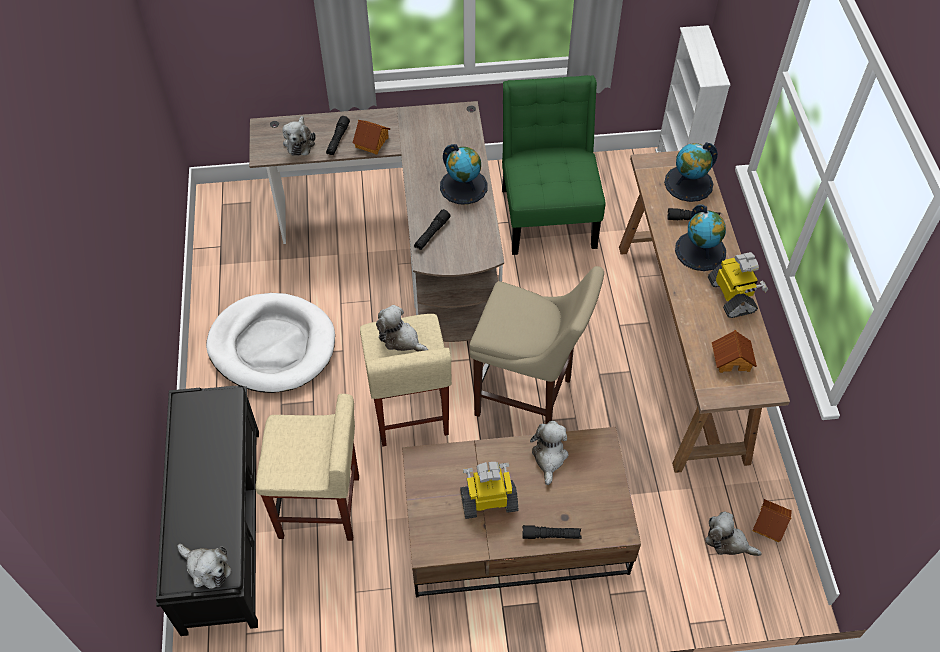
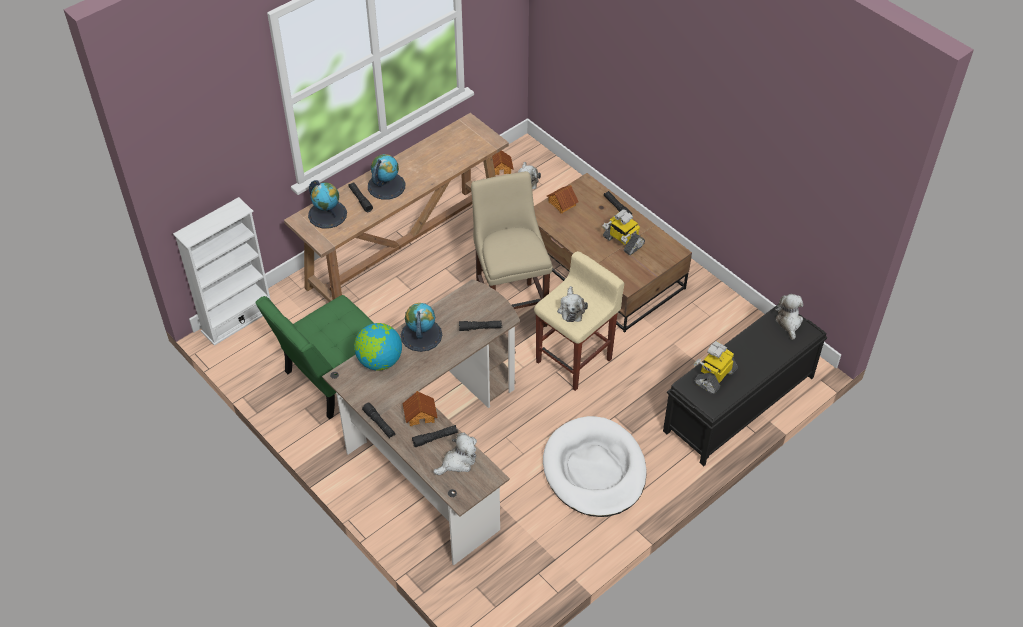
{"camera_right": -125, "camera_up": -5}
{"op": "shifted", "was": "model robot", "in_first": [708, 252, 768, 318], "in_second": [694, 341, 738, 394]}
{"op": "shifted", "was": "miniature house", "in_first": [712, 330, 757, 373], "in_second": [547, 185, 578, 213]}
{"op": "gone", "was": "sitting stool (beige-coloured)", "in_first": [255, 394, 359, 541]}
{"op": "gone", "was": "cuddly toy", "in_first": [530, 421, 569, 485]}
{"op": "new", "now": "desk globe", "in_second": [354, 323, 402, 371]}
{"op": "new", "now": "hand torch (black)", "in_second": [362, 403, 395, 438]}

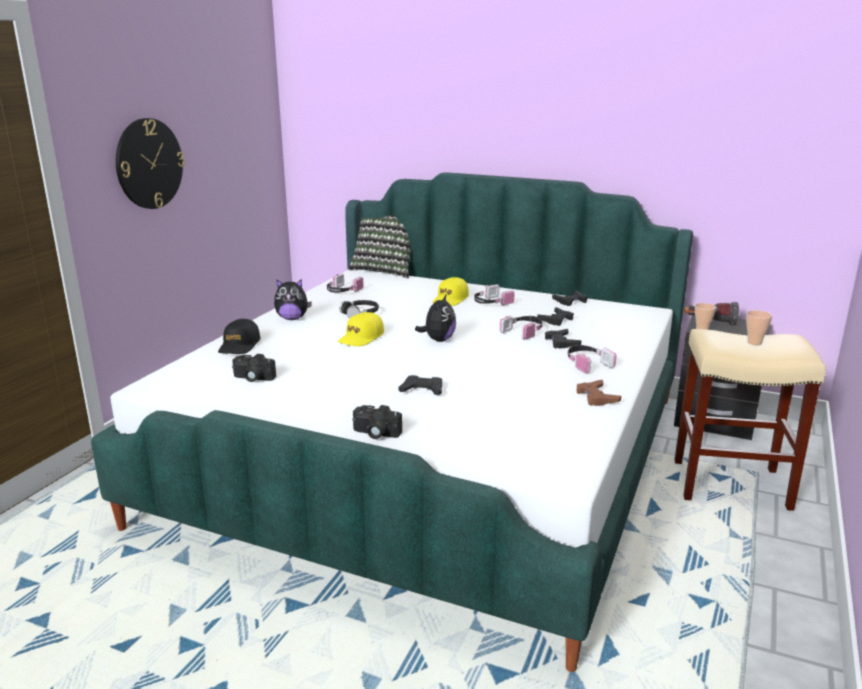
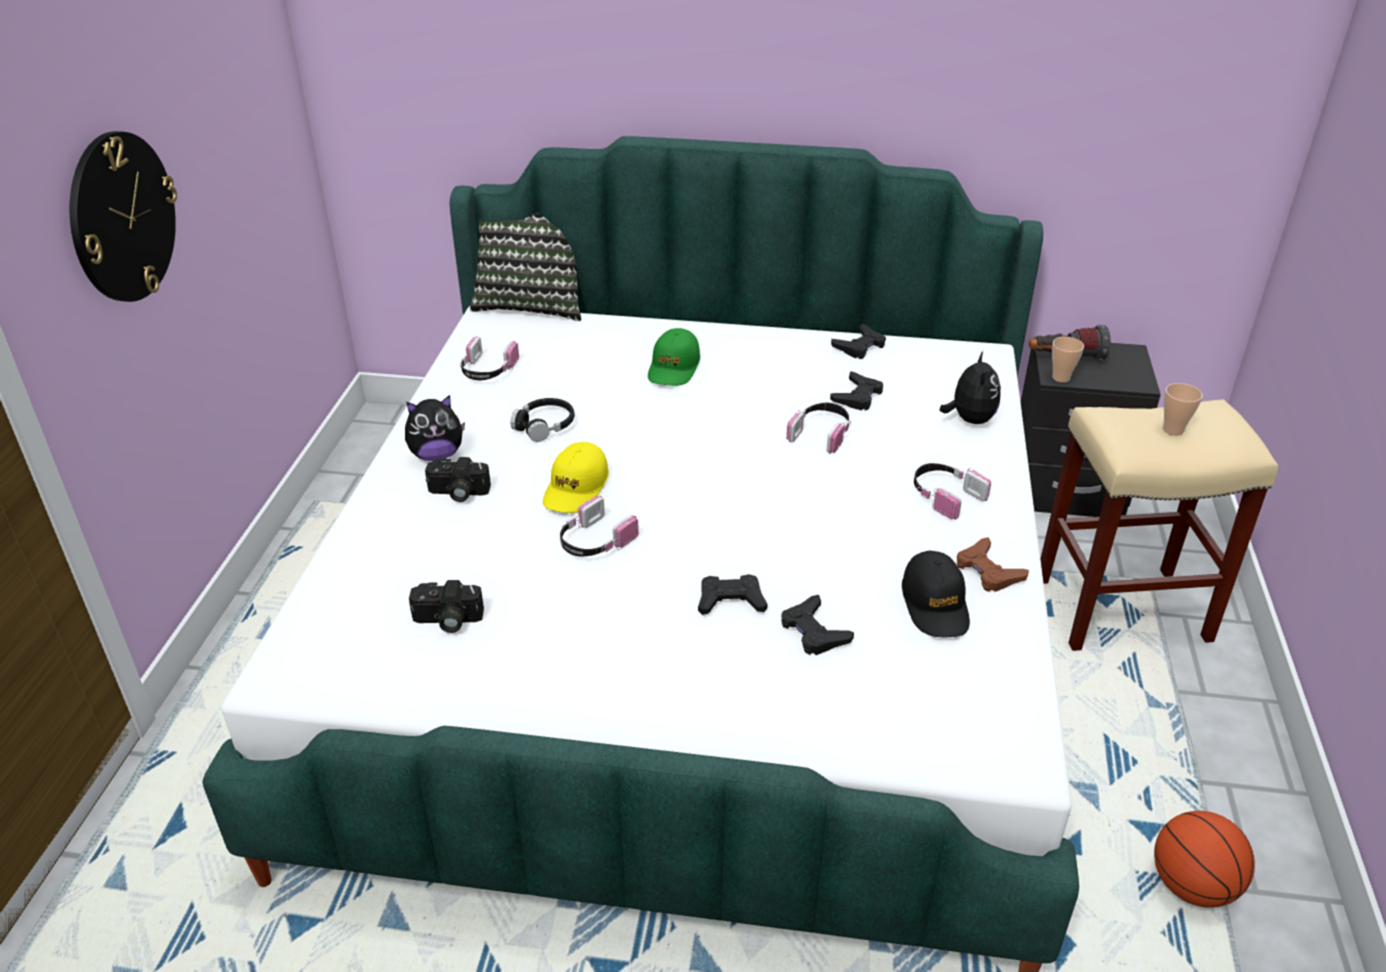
{"camera_right": -15, "camera_up": 15}
{"op": "repainted", "was": "peaked cap (yellow)", "now": "peaked cap (green-coloured)", "in_first": [432, 277, 469, 306], "in_second": [648, 328, 700, 386]}
{"op": "shifted", "was": "headphones", "in_first": [474, 284, 515, 306], "in_second": [560, 496, 639, 556]}
{"op": "shifted", "was": "cuddly toy", "in_first": [415, 294, 456, 342], "in_second": [939, 351, 1001, 424]}
{"op": "shifted", "was": "peaked cap (black)", "in_first": [218, 319, 260, 354], "in_second": [902, 550, 970, 637]}
{"op": "shifted", "was": "game controller (black)", "in_first": [545, 329, 581, 349], "in_second": [781, 595, 854, 655]}
{"op": "shifted", "was": "photo camera", "in_first": [352, 405, 402, 439], "in_second": [425, 457, 491, 502]}
{"op": "new", "now": "ball for basketball", "in_second": [1154, 811, 1255, 907]}

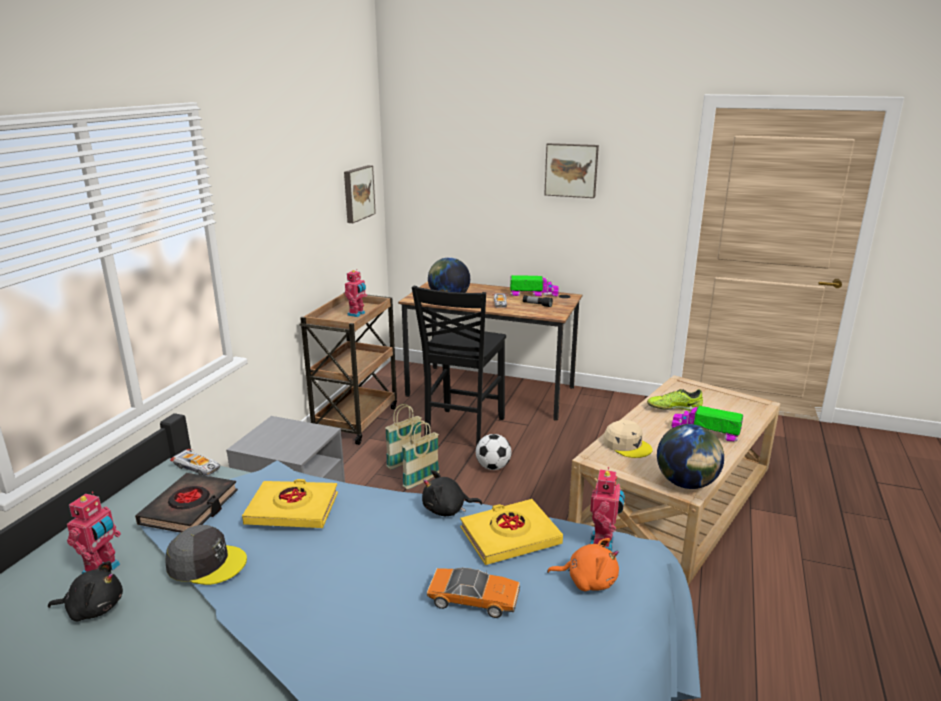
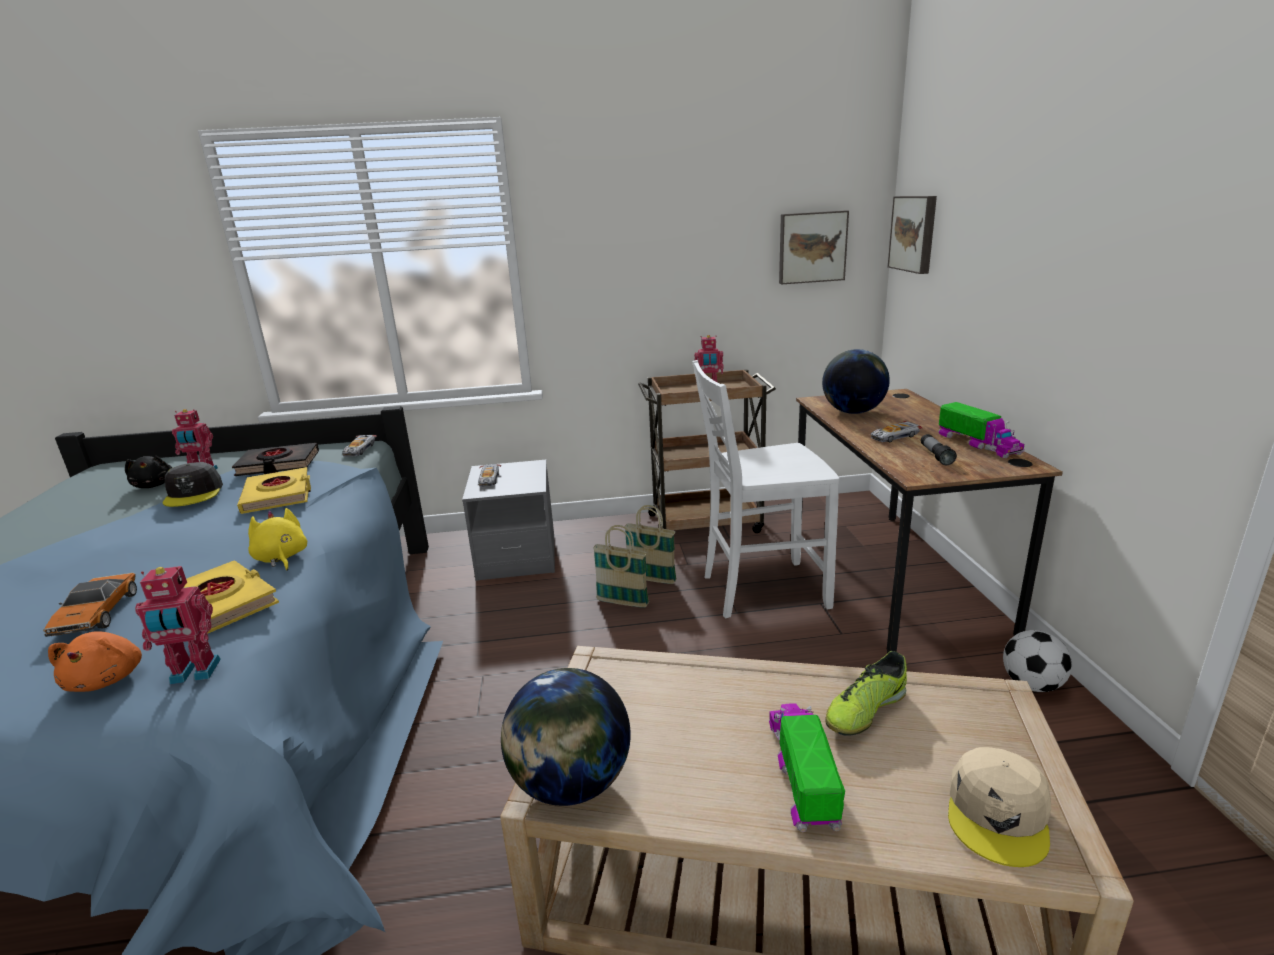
{"camera_right": 65, "camera_up": 0}
{"op": "shifted", "was": "wall art", "in_first": [544, 143, 599, 198], "in_second": [888, 196, 937, 274]}
{"op": "repainted", "was": "plain chair (black)", "now": "plain chair (whitish)", "in_first": [412, 286, 506, 446], "in_second": [693, 360, 839, 618]}
{"op": "rotated", "was": "shoe", "in_first": [647, 389, 703, 411], "in_second": [825, 651, 907, 736], "clockwise": -105}
{"op": "shifted", "was": "peaked cap (beige-coloured)", "in_first": [603, 420, 653, 458], "in_second": [948, 747, 1051, 867]}
{"op": "shifted", "was": "football", "in_first": [476, 434, 512, 470], "in_second": [1003, 630, 1072, 692]}
{"op": "repainted", "was": "cuddly toy (black)", "now": "cuddly toy (yellow)", "in_first": [422, 470, 482, 516], "in_second": [248, 508, 307, 571]}
{"op": "new", "now": "model car", "in_second": [478, 464, 501, 487]}

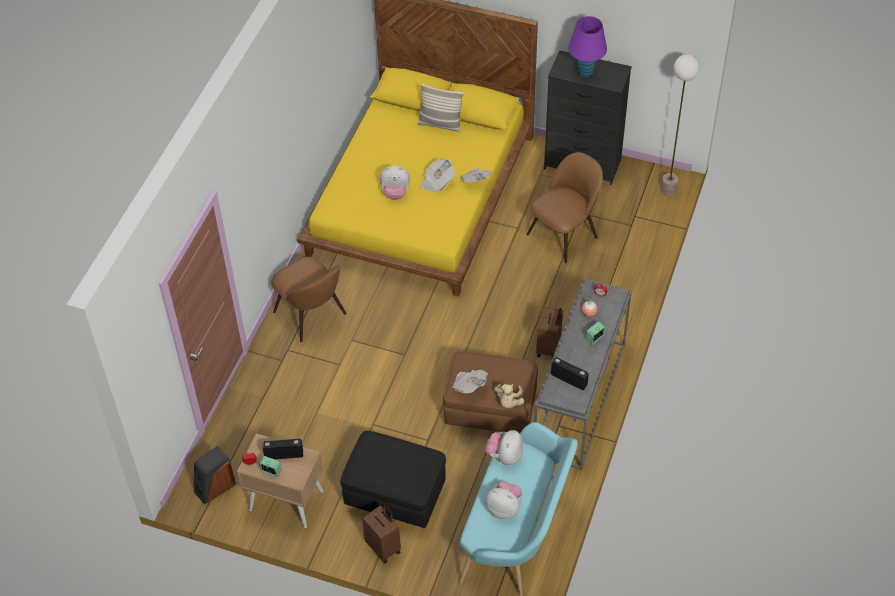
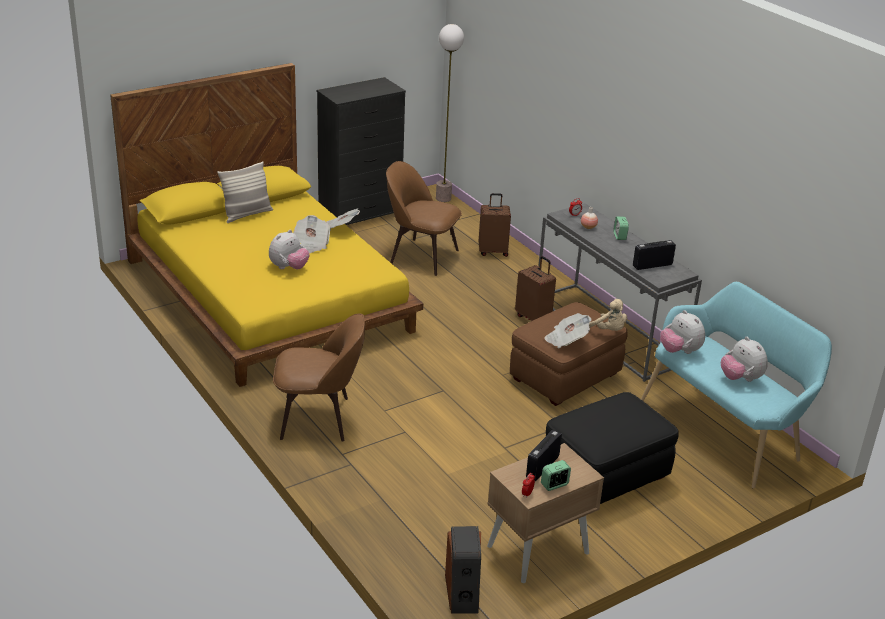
{"camera_right": -55, "camera_up": -20}
{"op": "gone", "was": "table lamp (purple)", "in_first": [568, 16, 607, 77]}
{"op": "rotated", "was": "plain chair (brownish)", "in_first": [526, 152, 603, 263], "in_second": [386, 161, 462, 276], "clockwise": -60}
{"op": "rotated", "was": "cuddly toy", "in_first": [485, 481, 522, 519], "in_second": [721, 337, 768, 382], "clockwise": -90}
{"op": "shifted", "was": "piece of luggage (brownish)", "in_first": [362, 504, 401, 564], "in_second": [479, 193, 511, 257]}

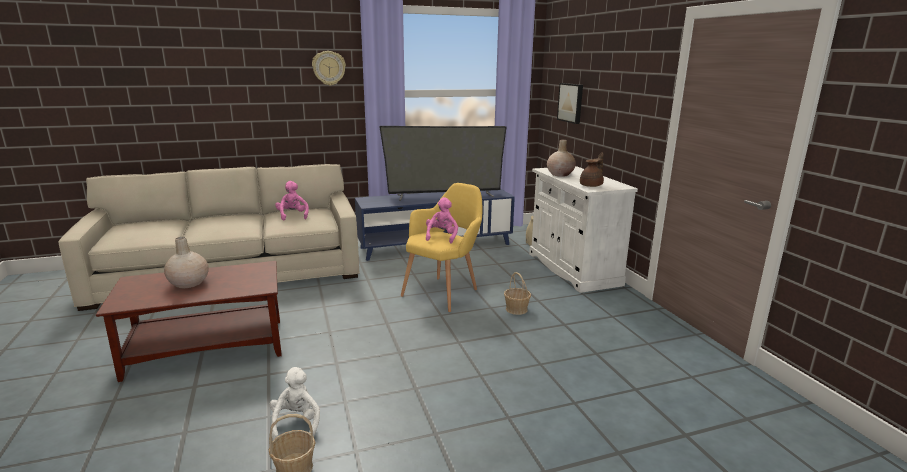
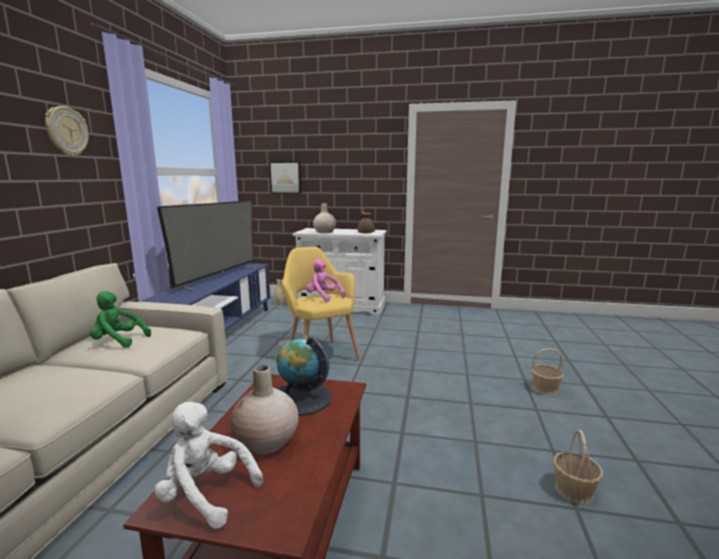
{"camera_right": -60, "camera_up": -5}
{"op": "repainted", "was": "cuddly toy (pink-coloured)", "now": "cuddly toy (green-coloured)", "in_first": [275, 181, 309, 220], "in_second": [90, 291, 151, 348]}
{"op": "shifted", "was": "basket", "in_first": [504, 272, 531, 315], "in_second": [531, 348, 564, 395]}
{"op": "shifted", "was": "cuddly toy (whitish)", "in_first": [269, 367, 320, 441], "in_second": [154, 402, 263, 529]}
{"op": "new", "now": "desk globe", "in_second": [276, 336, 332, 416]}

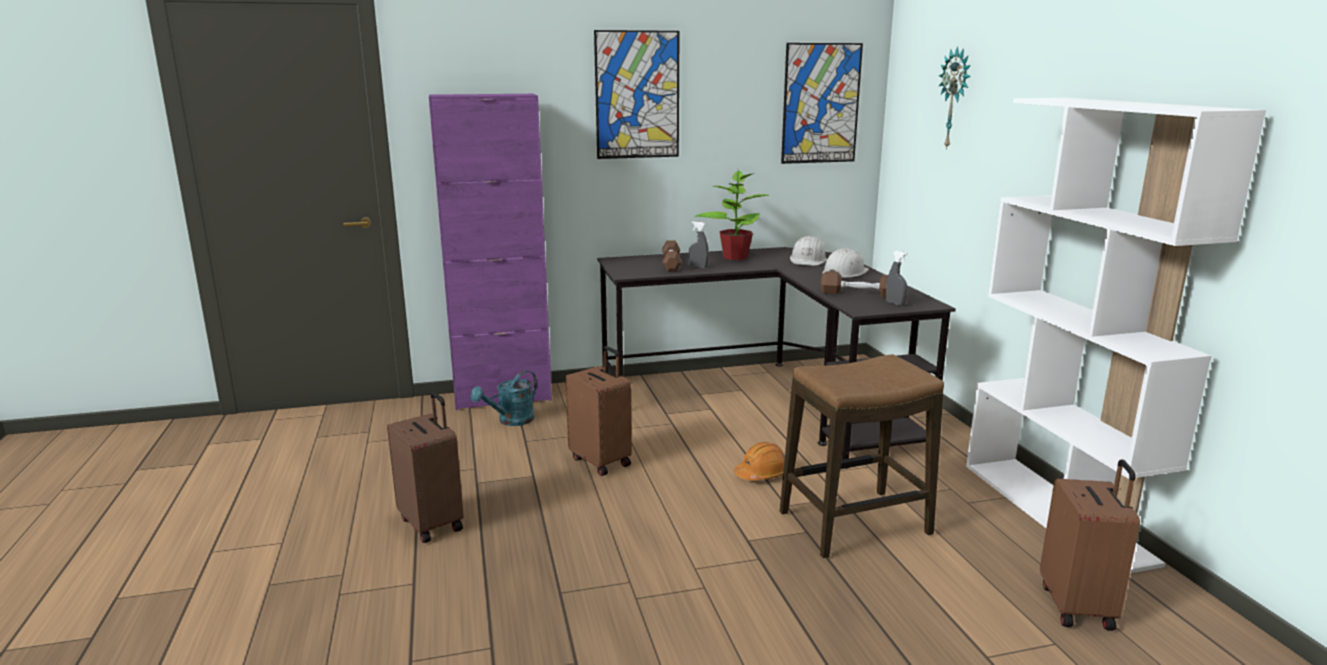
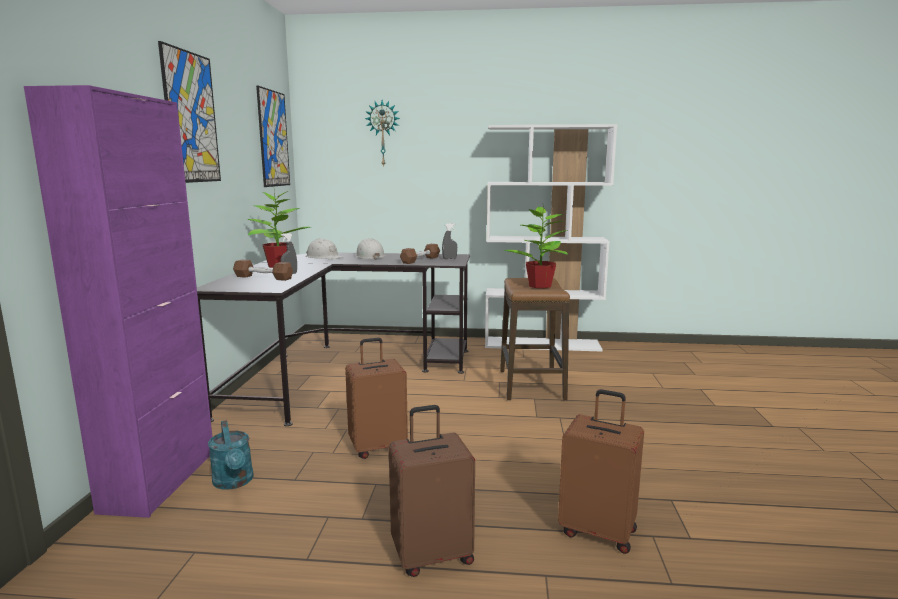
{"camera_right": -70, "camera_up": -5}
{"op": "gone", "was": "hard hat (orange)", "in_first": [734, 442, 785, 481]}
{"op": "shifted", "was": "piece of luggage (brownish)", "in_first": [1040, 459, 1140, 631], "in_second": [558, 389, 644, 554]}
{"op": "new", "now": "houseplant", "in_second": [504, 207, 568, 288]}

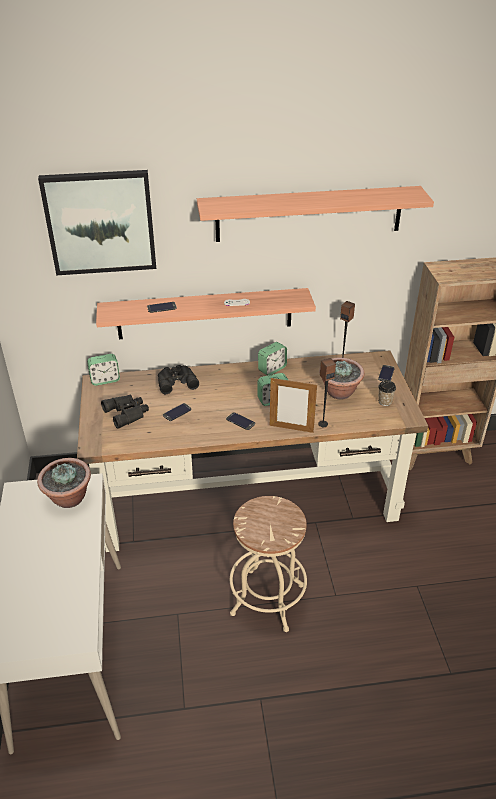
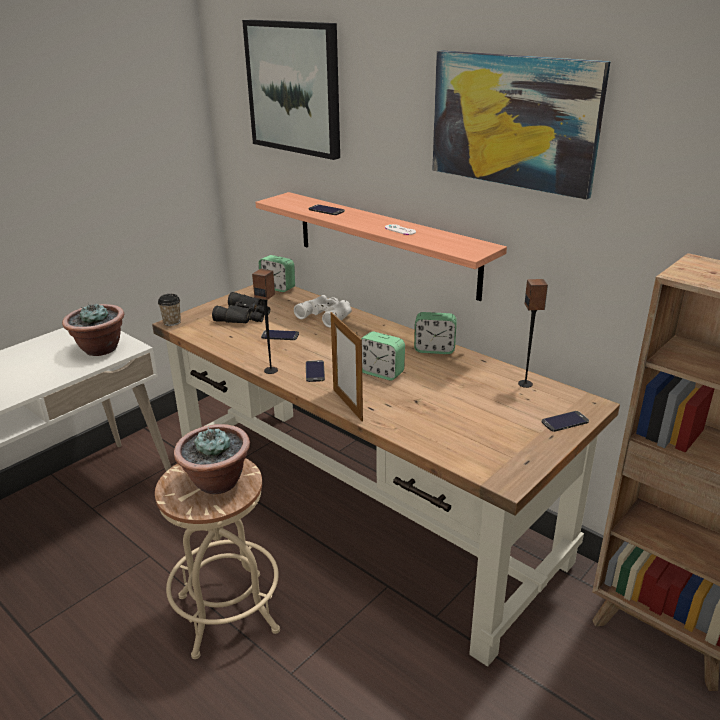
{"camera_right": 50, "camera_up": -10}
{"op": "swapped", "was": "bracket shelf", "now": "wall art", "in_first": [197, 186, 434, 242], "in_second": [432, 50, 610, 200]}
{"op": "shifted", "was": "speaker", "in_first": [318, 358, 336, 427], "in_second": [252, 269, 278, 374]}
{"op": "shifted", "was": "houseplant", "in_first": [319, 358, 364, 400], "in_second": [174, 424, 250, 494]}
{"op": "repainted", "was": "binoculars (black)", "now": "binoculars (whitish)", "in_first": [158, 365, 199, 394], "in_second": [294, 295, 352, 328]}
{"op": "shifted", "was": "drinking cup", "in_first": [378, 380, 396, 406], "in_second": [158, 294, 181, 326]}

